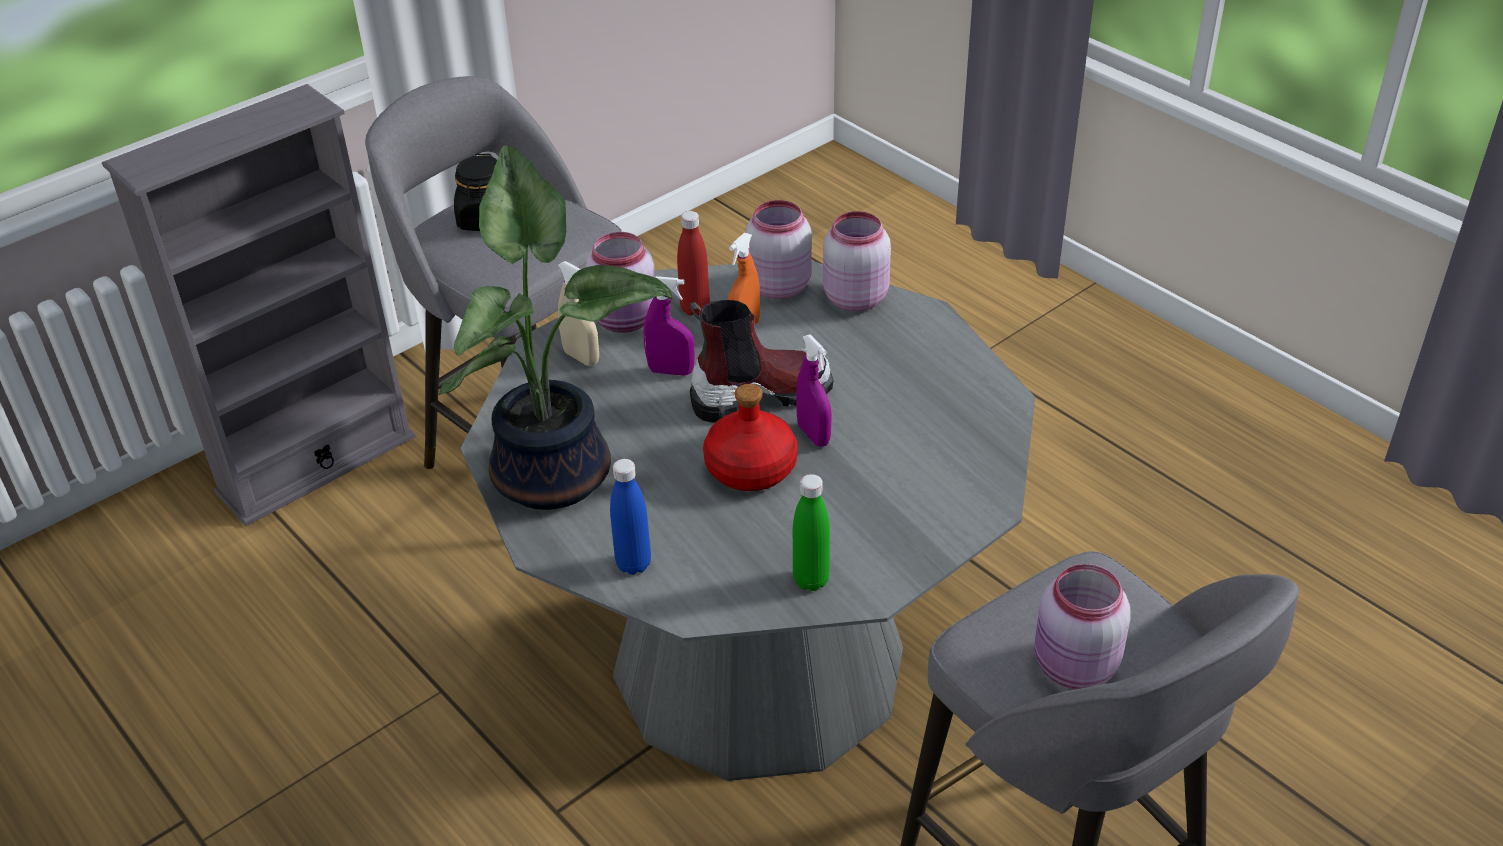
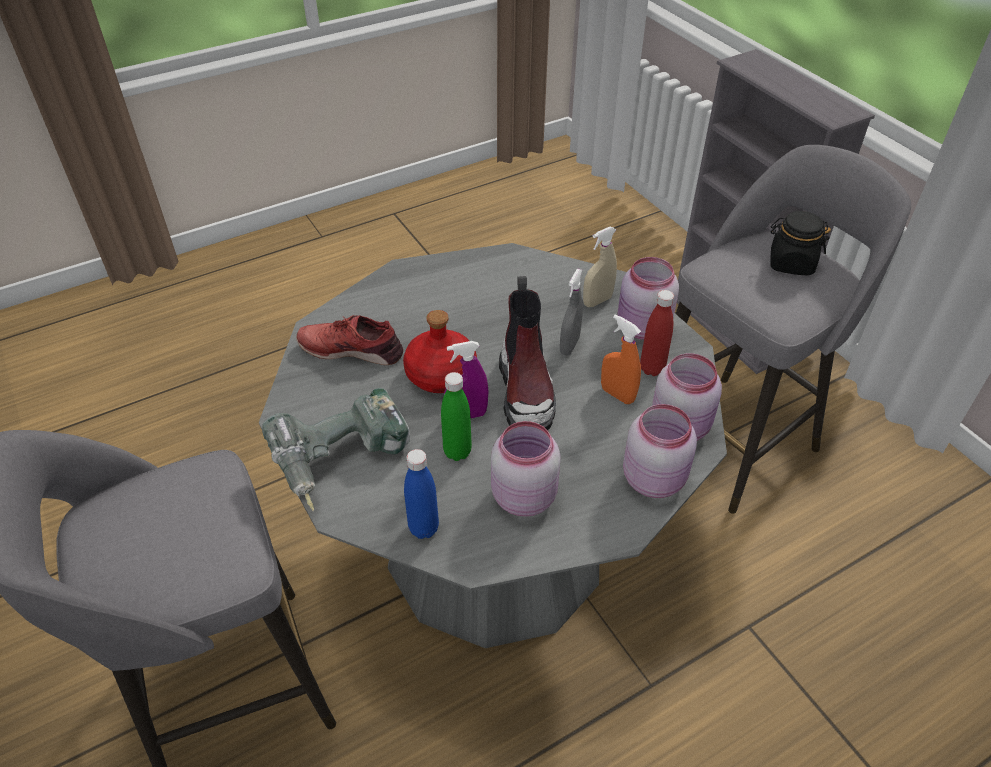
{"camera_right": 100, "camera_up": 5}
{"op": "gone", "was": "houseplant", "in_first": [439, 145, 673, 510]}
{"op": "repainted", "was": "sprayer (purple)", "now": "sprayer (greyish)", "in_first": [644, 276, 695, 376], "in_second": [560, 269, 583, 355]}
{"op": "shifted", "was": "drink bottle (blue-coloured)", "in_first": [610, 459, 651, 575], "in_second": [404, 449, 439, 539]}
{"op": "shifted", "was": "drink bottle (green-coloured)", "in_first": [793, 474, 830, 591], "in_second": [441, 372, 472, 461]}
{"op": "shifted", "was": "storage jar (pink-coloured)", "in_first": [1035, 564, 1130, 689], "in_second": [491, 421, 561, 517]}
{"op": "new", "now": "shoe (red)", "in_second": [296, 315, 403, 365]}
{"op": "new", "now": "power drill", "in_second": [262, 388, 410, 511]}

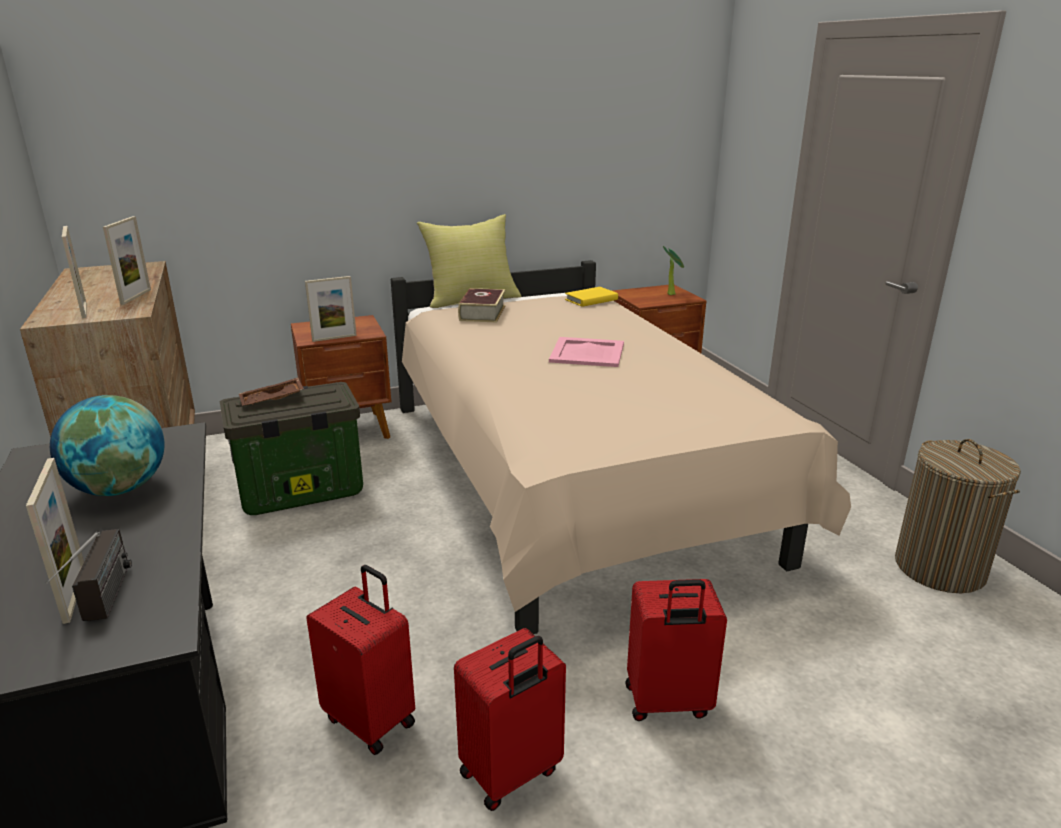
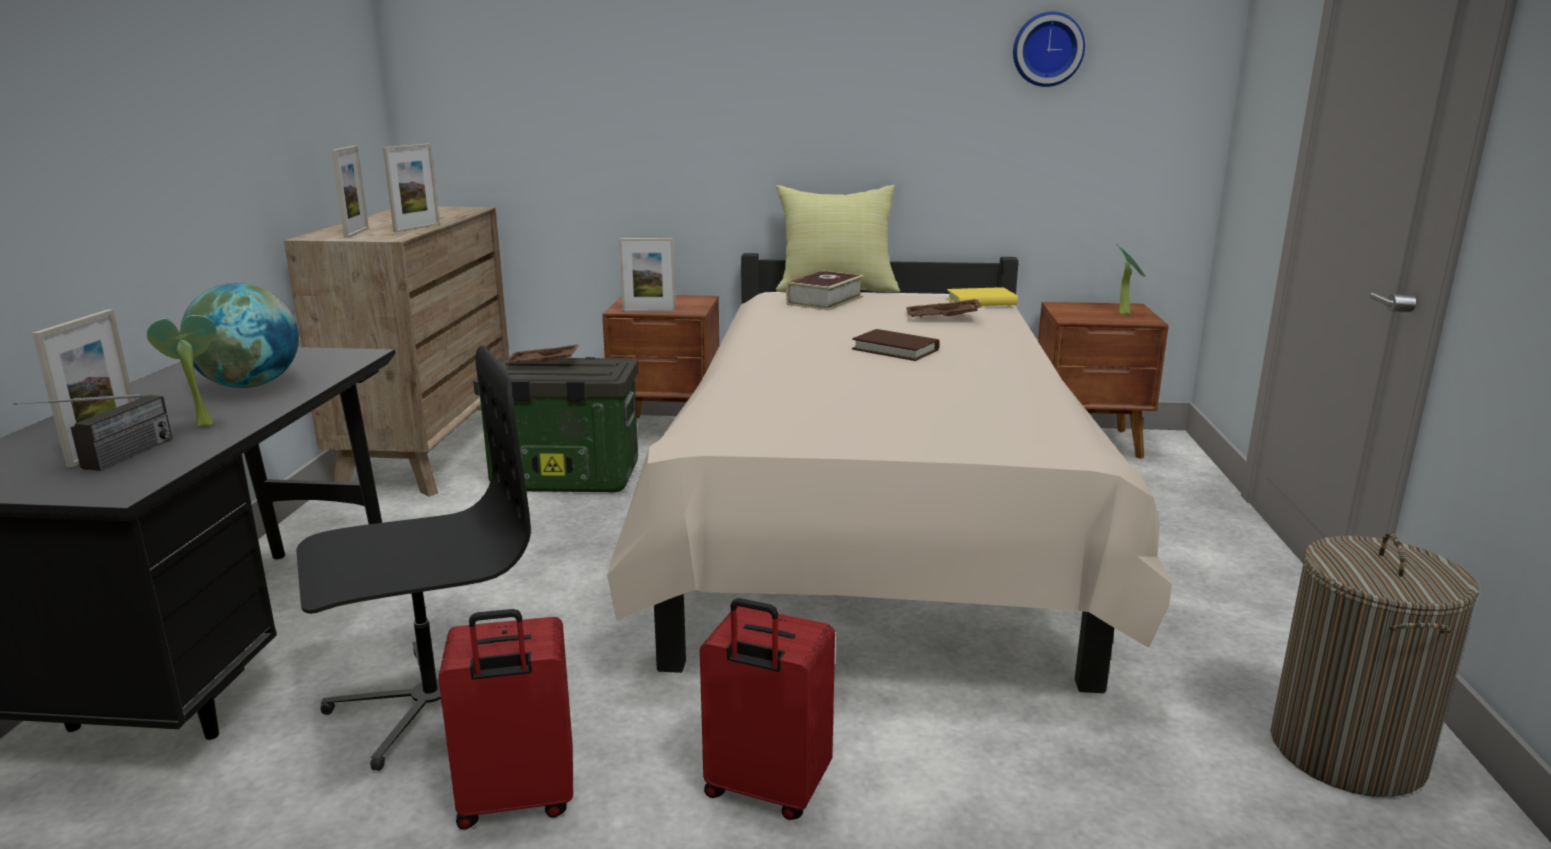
{"camera_right": 25, "camera_up": -5}
{"op": "swapped", "was": "tray (pink-coloured)", "now": "book (brownish)", "in_first": [549, 337, 624, 367], "in_second": [852, 329, 940, 361]}
{"op": "swapped", "was": "piece of luggage (red)", "now": "computer chair (black)", "in_first": [306, 565, 415, 755], "in_second": [296, 345, 531, 771]}
{"op": "new", "now": "hanging clock", "in_second": [1013, 12, 1085, 87]}
{"op": "new", "now": "tray (brownish)", "in_second": [906, 299, 983, 317]}
{"op": "new", "now": "houseplant", "in_second": [147, 315, 216, 427]}

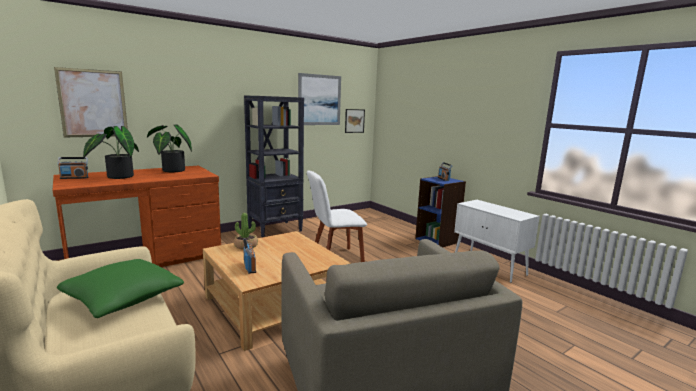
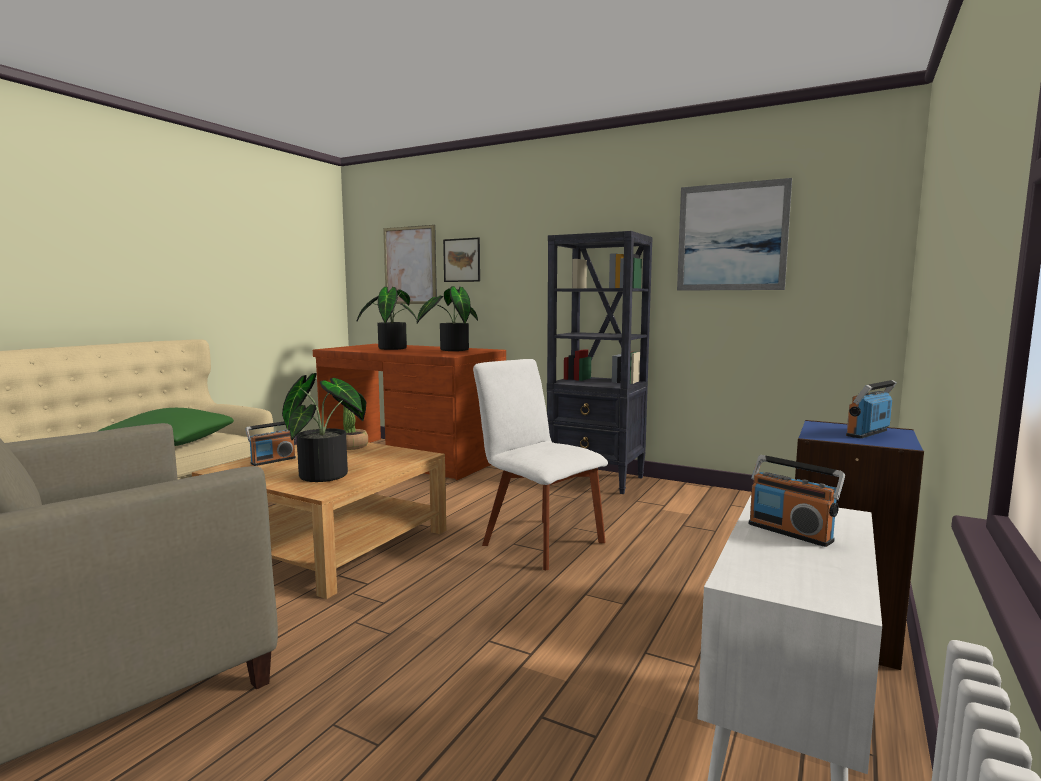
{"camera_right": 65, "camera_up": -5}
{"op": "shifted", "was": "wall art", "in_first": [345, 109, 365, 133], "in_second": [443, 238, 480, 282]}
{"op": "shifted", "was": "radio receiver", "in_first": [58, 157, 88, 179], "in_second": [749, 455, 845, 547]}
{"op": "new", "now": "houseplant", "in_second": [282, 373, 366, 482]}

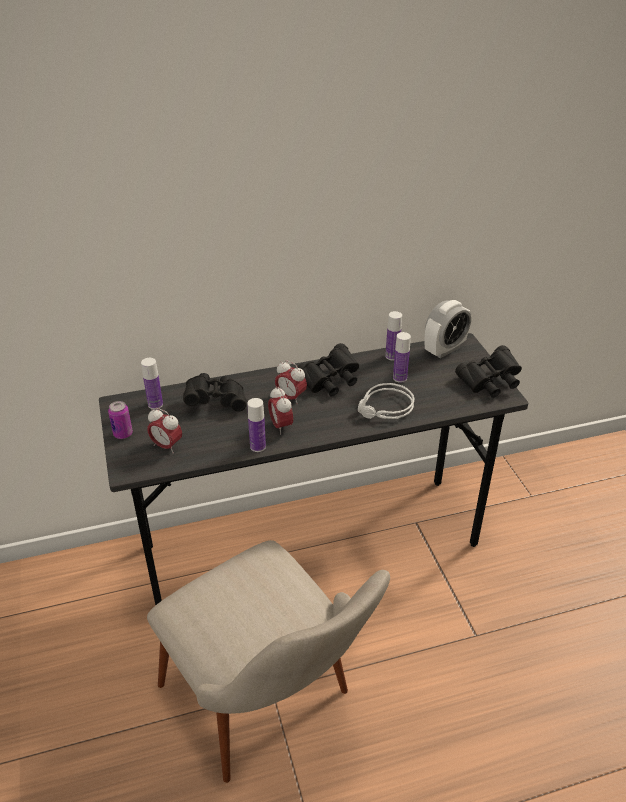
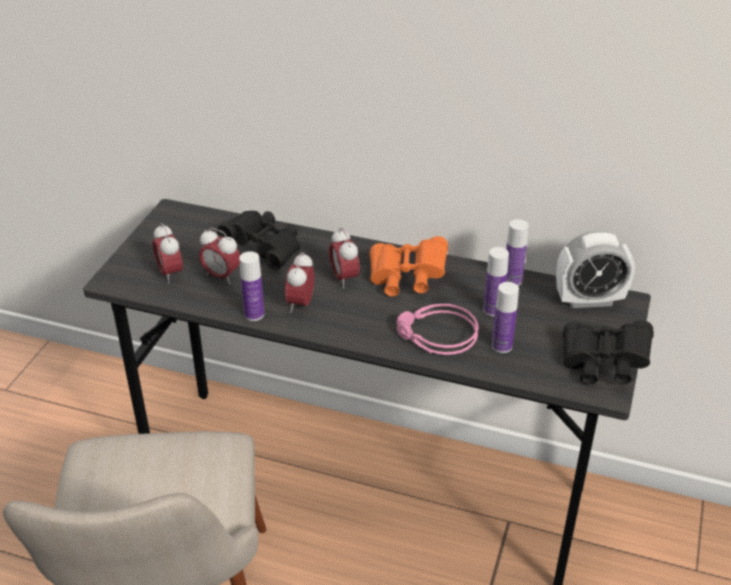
{"camera_right": 35, "camera_up": 0}
{"op": "repainted", "was": "binoculars (black)", "now": "binoculars (orange)", "in_first": [297, 343, 359, 396], "in_second": [370, 236, 448, 296]}
{"op": "shifted", "was": "drink bottle", "in_first": [141, 358, 163, 410], "in_second": [492, 282, 519, 353]}
{"op": "repainted", "was": "headphones (greyish)", "now": "headphones (pink-coloured)", "in_first": [358, 383, 414, 419], "in_second": [396, 304, 479, 355]}
{"op": "gone", "was": "sealed can", "in_first": [108, 401, 133, 439]}
{"op": "new", "now": "table clock", "in_second": [199, 228, 240, 284]}

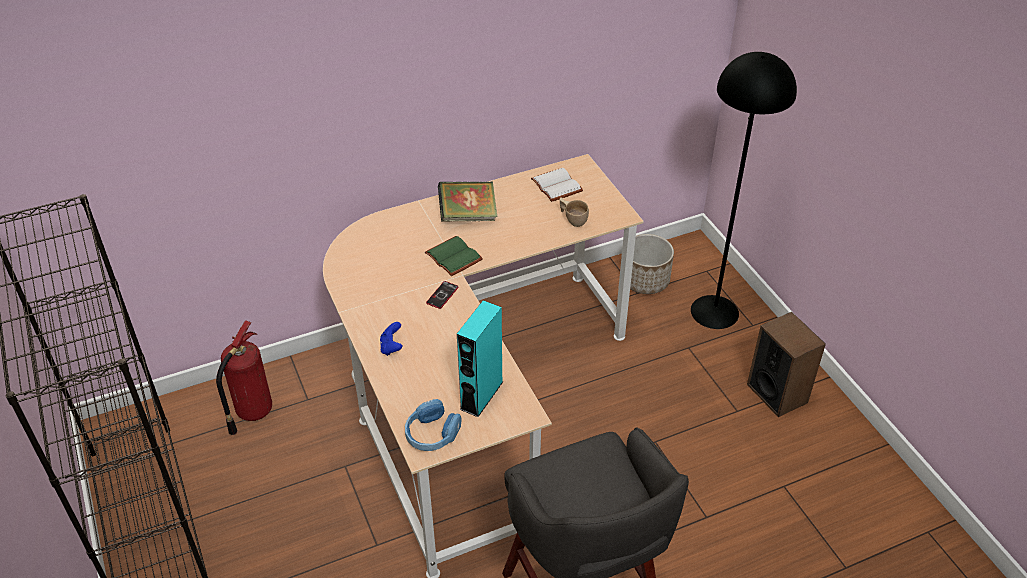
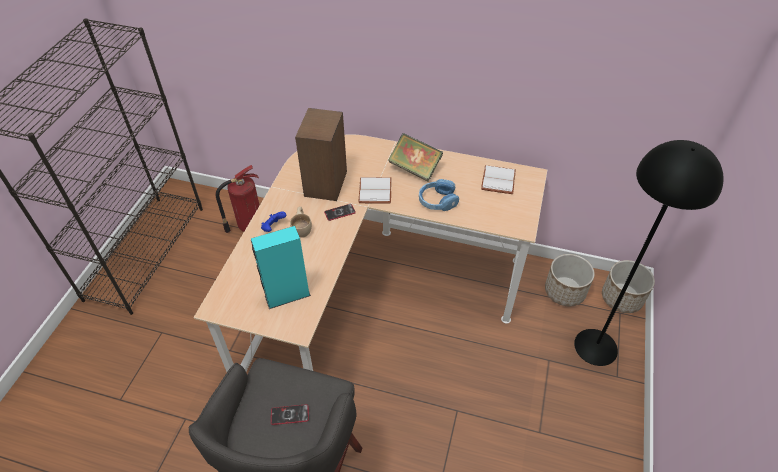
{"camera_right": 40, "camera_up": 5}
{"op": "shifted", "was": "drinking cup (beige-coloured)", "in_first": [560, 197, 589, 227], "in_second": [290, 206, 312, 238]}
{"op": "repainted", "was": "book (green-coloured)", "now": "book (whitish)", "in_first": [425, 236, 483, 276], "in_second": [358, 177, 392, 204]}
{"op": "shifted", "was": "speaker", "in_first": [747, 312, 826, 417], "in_second": [295, 108, 347, 201]}
{"op": "shifted", "was": "headphones (blue-coloured)", "in_first": [405, 399, 462, 451], "in_second": [419, 179, 459, 211]}
{"op": "new", "now": "plant pot", "in_second": [602, 260, 655, 313]}
{"op": "new", "now": "phone", "in_second": [271, 404, 309, 425]}

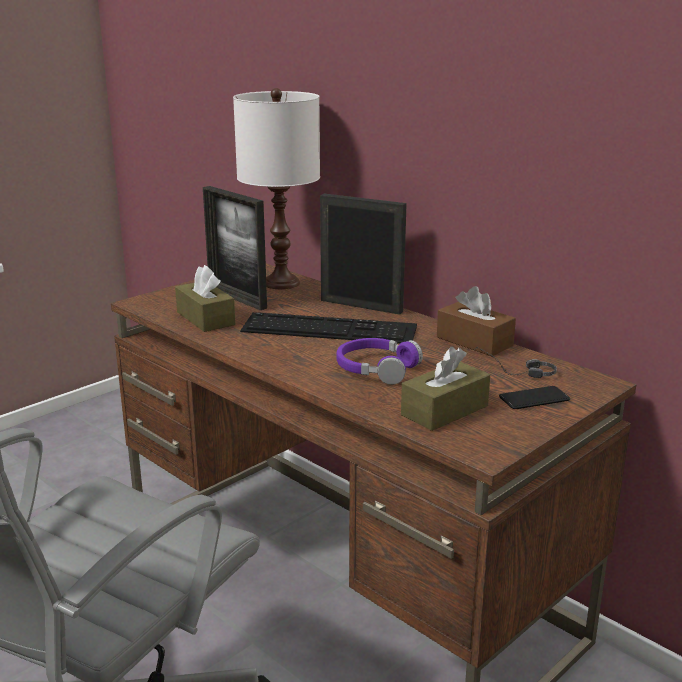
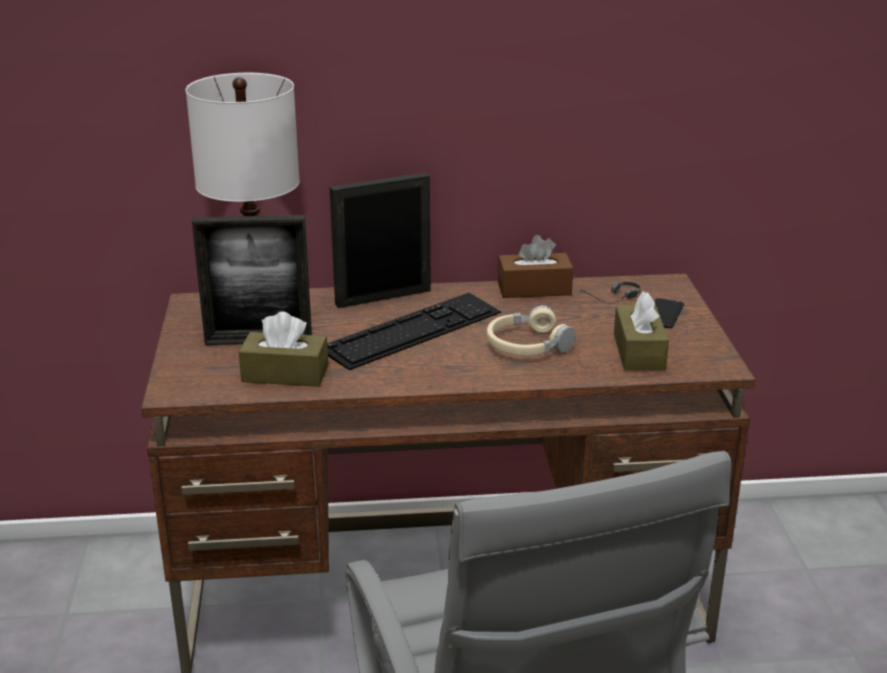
{"camera_right": -50, "camera_up": 5}
{"op": "repainted", "was": "headphones (purple)", "now": "headphones (beige-coloured)", "in_first": [336, 338, 423, 385], "in_second": [487, 305, 576, 356]}

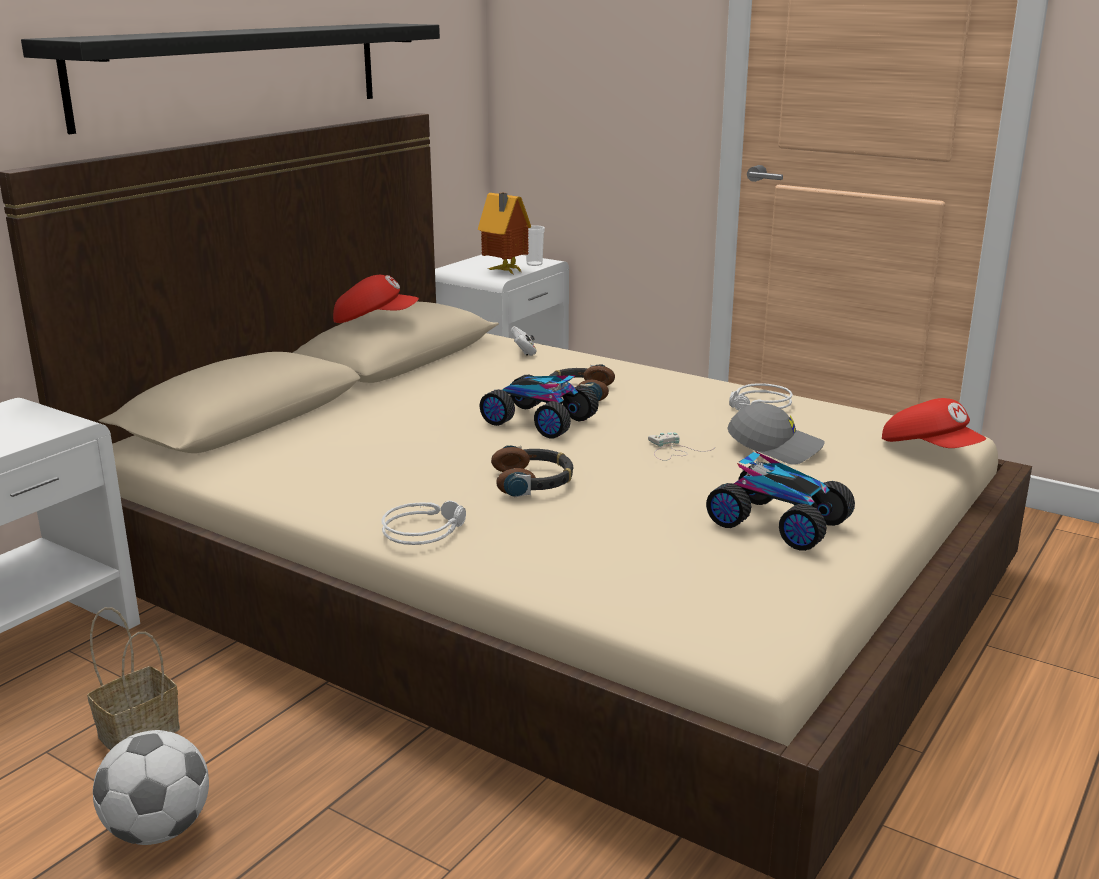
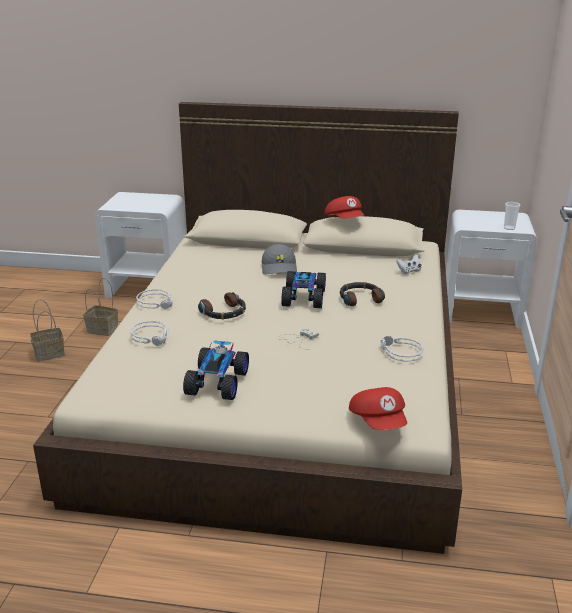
{"camera_right": 65, "camera_up": 5}
{"op": "gone", "was": "bracket shelf (black)", "in_first": [21, 23, 440, 134]}
{"op": "gone", "was": "miniature house", "in_first": [478, 192, 531, 275]}
{"op": "rotated", "was": "peaked cap (red)", "in_first": [882, 398, 986, 448], "in_second": [349, 387, 407, 430], "clockwise": -45}
{"op": "shifted", "was": "peaked cap (greyish)", "in_first": [727, 403, 825, 465], "in_second": [262, 244, 297, 274]}
{"op": "swapped", "was": "football", "now": "basket", "in_first": [93, 730, 209, 845], "in_second": [30, 299, 65, 361]}
{"op": "new", "now": "headphones (greyish)", "in_second": [130, 321, 169, 346]}

